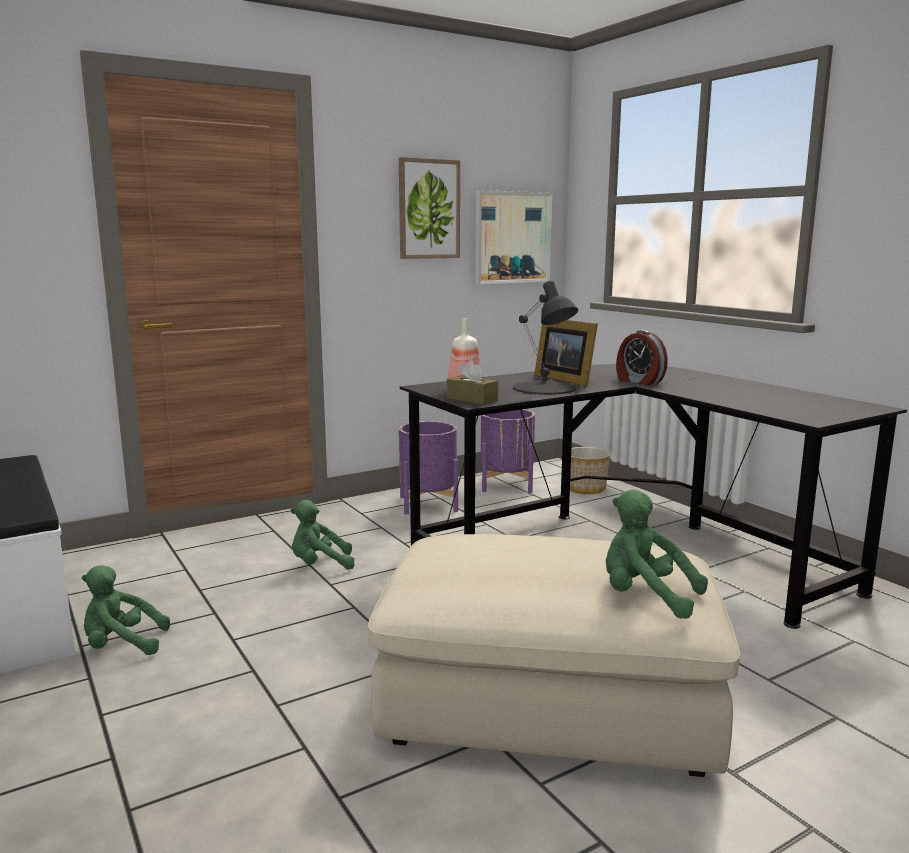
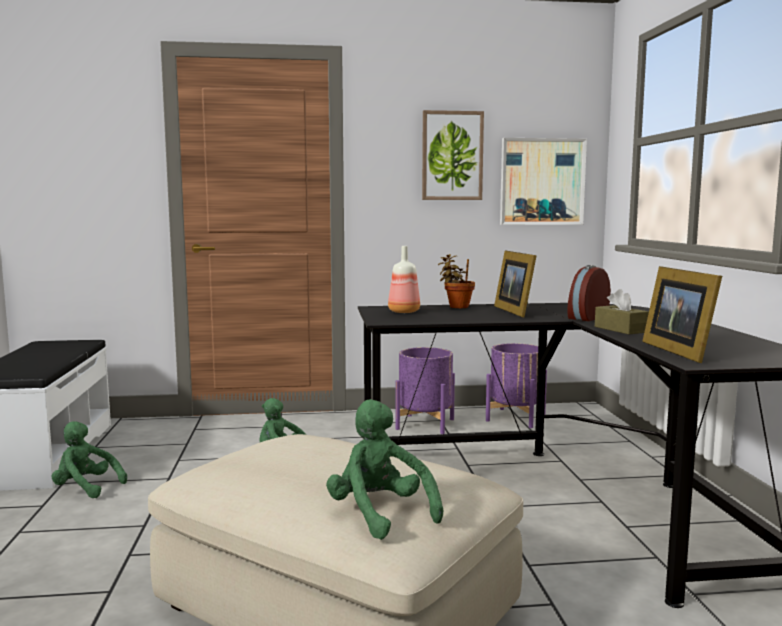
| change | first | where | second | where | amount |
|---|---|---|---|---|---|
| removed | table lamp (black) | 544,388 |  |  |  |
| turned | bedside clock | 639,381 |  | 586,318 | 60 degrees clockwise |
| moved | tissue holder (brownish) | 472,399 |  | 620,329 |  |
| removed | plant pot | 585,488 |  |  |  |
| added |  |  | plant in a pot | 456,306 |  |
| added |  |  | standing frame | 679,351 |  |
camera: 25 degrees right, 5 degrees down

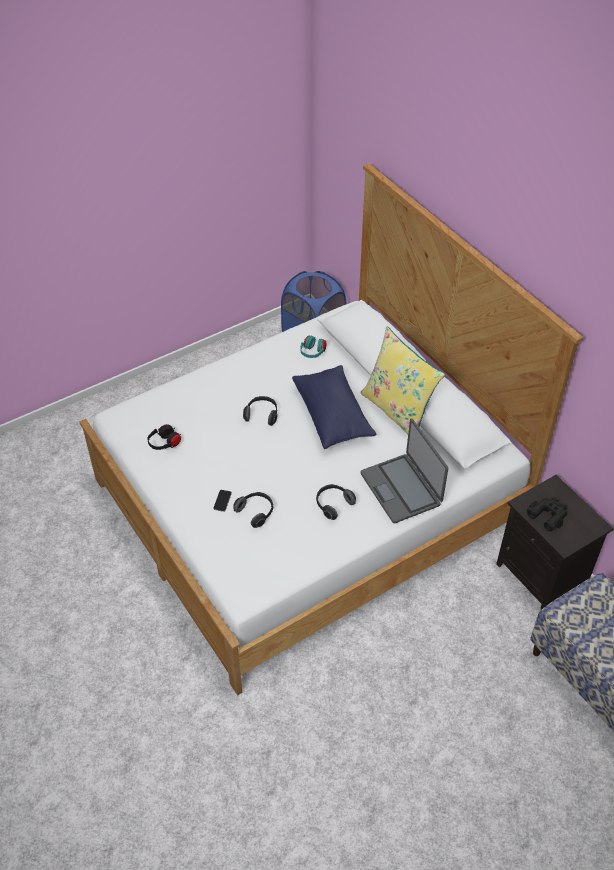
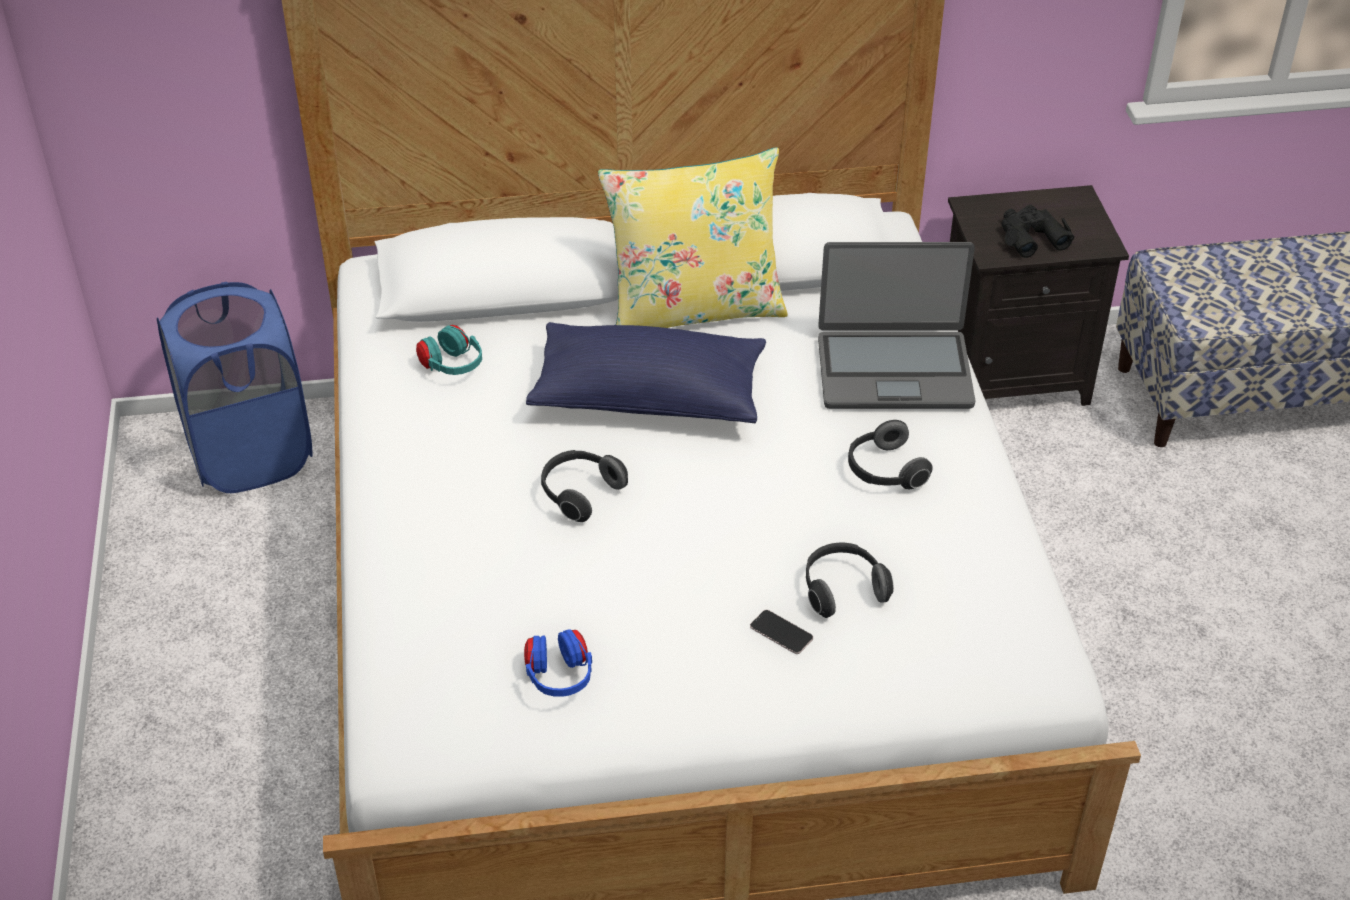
| change | first | where | second | where | amount |
|---|---|---|---|---|---|
| recoloured | headset (black) | 164,444 | headset (bluish) | 559,678 |  |
camera: 65 degrees left, 5 degrees down

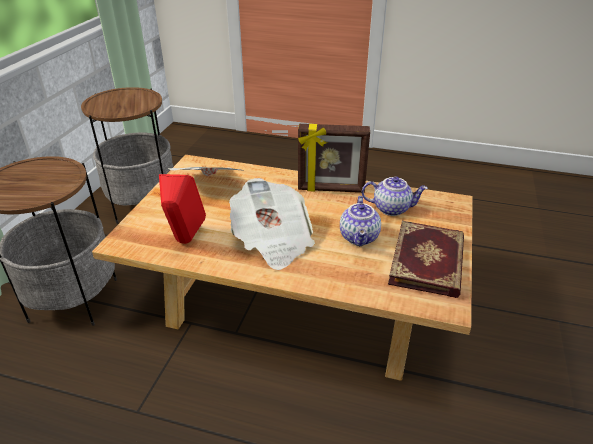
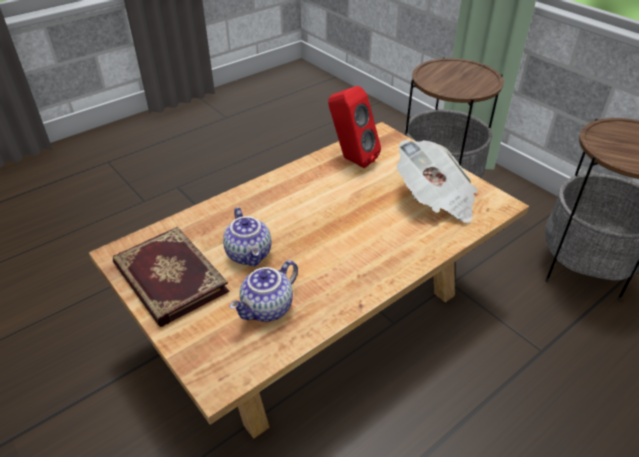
| change | first | where | second | where | amount |
|---|---|---|---|---|---|
| removed | standing frame | 331,189 |  |  |  |
| removed | printed paper | 272,241 |  |  |  |
| turned | teapot | 360,237 |  | 250,254 | 150 degrees counterclockwise |
camera: 125 degrees right, 5 degrees up

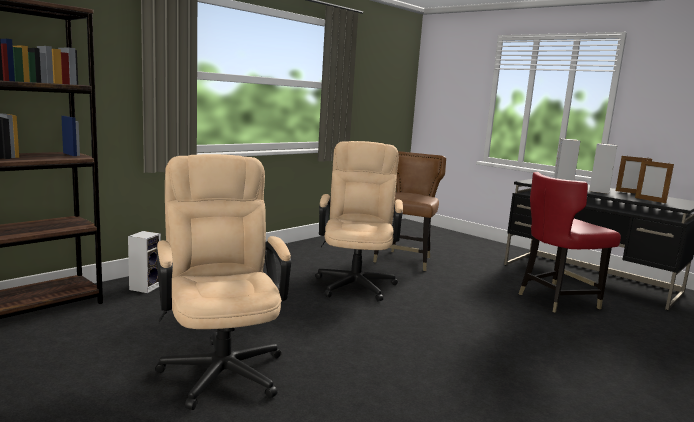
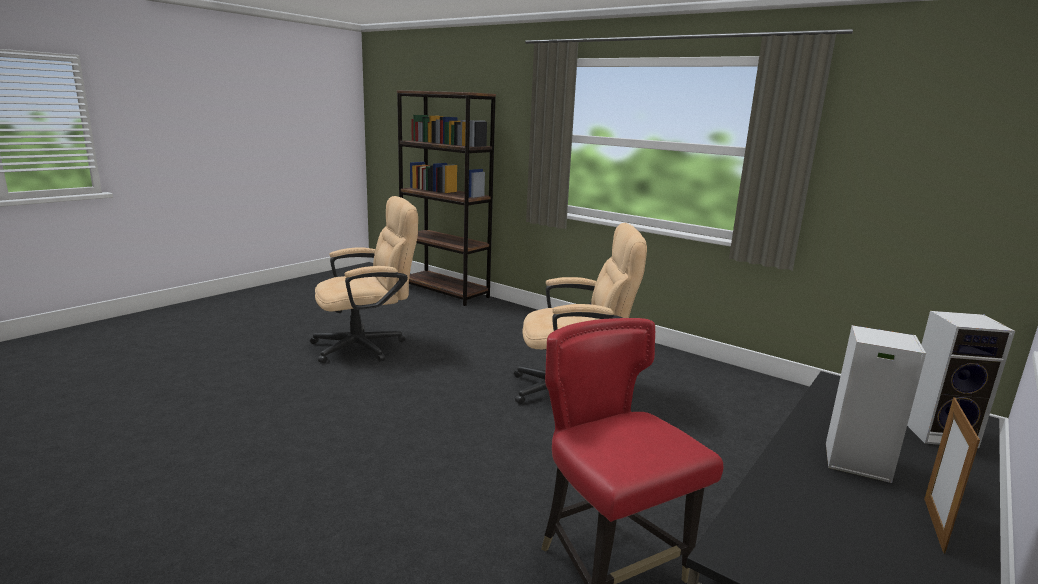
| change | first | where | second | where | amount |
|---|---|---|---|---|---|
| removed | plain chair (brownish) | 405,260 |  |  |  |
| removed | standing frame | 650,200 |  |  |  |
| removed | audio speaker | 145,287 |  |  |  |
camera: 85 degrees right, 5 degrees up

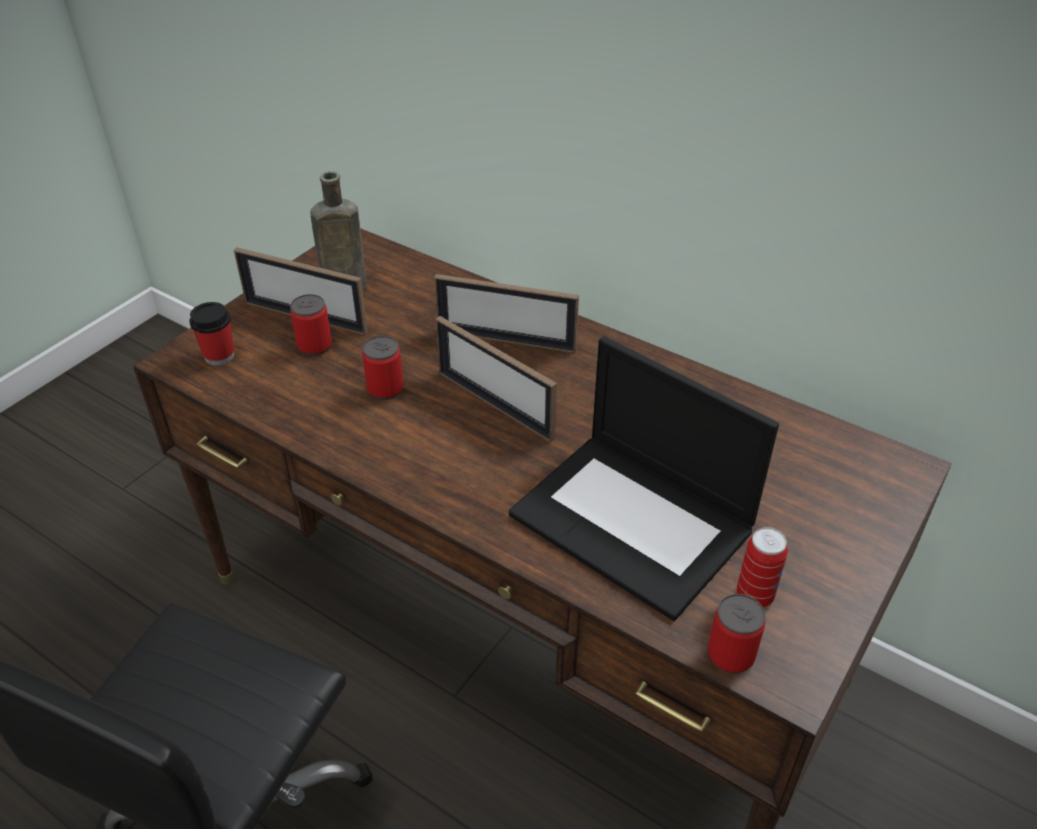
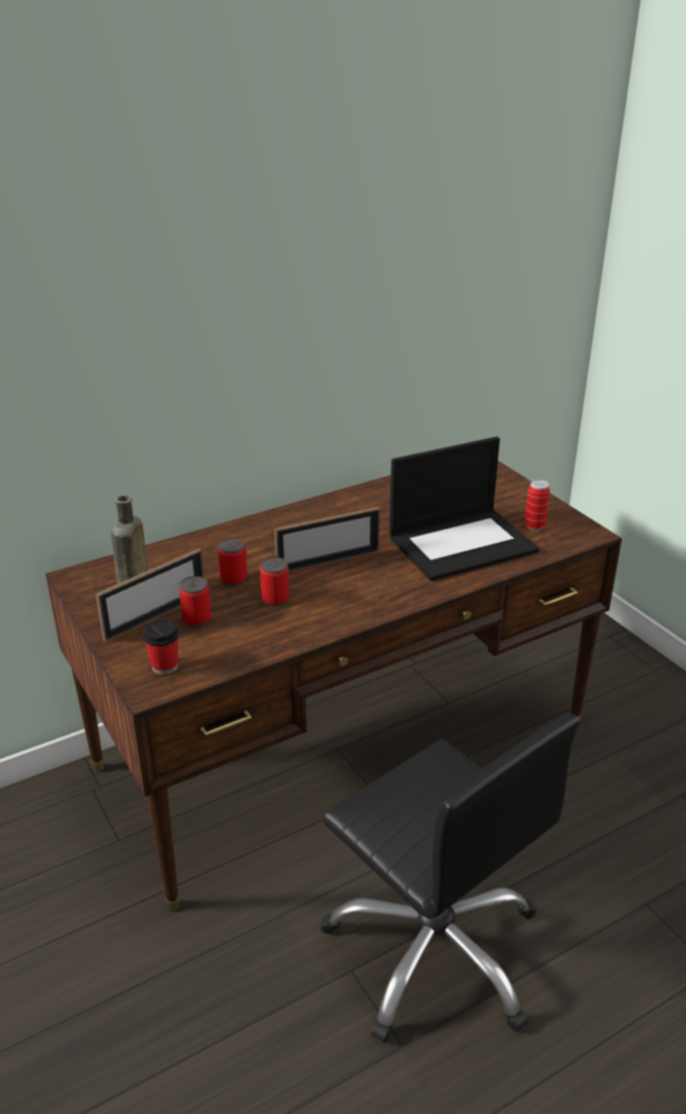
| change | first | where | second | where | amount |
|---|---|---|---|---|---|
| removed | standing frame | 506,340 |  |  |  |
| moved | sealed can | 730,655 |  | 234,579 |  |
camera: 65 degrees left, 10 degrees down

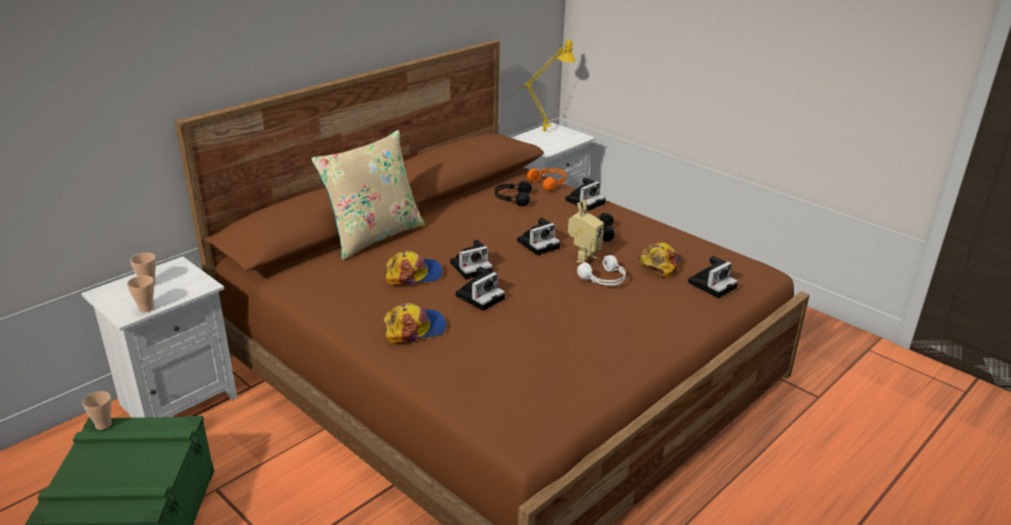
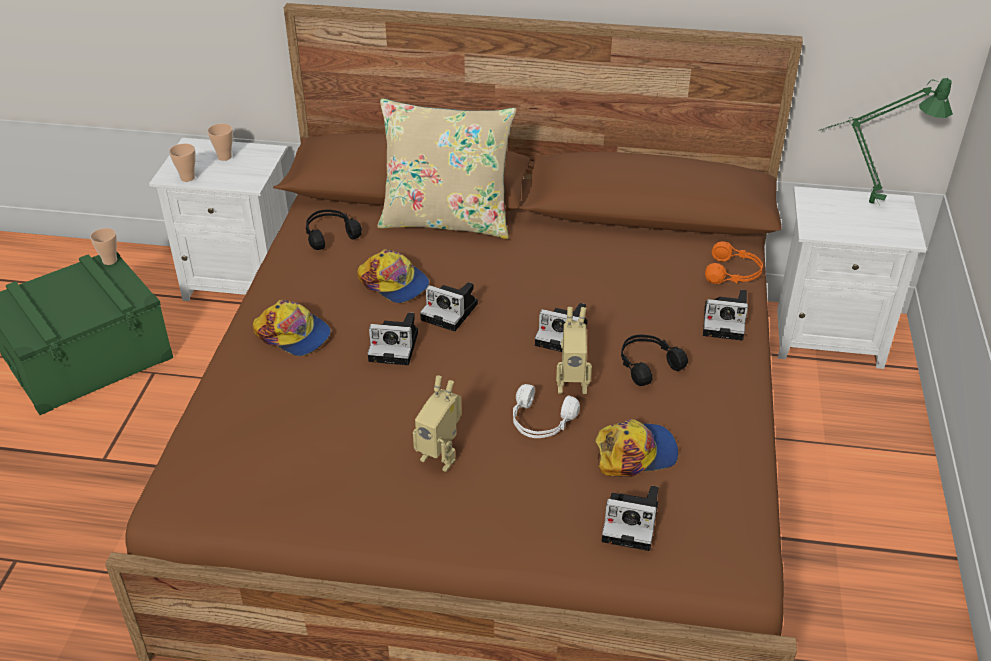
| change | first | where | second | where | amount |
|---|---|---|---|---|---|
| recoloured | table lamp (yellowish) | 540,133 | table lamp (green) | 863,202 |  |
| moved | headset (black) | 512,199 |  | 330,234 |  |
| added |  |  | robot figure | 441,456 |  |
camera: 55 degrees right, 10 degrees up

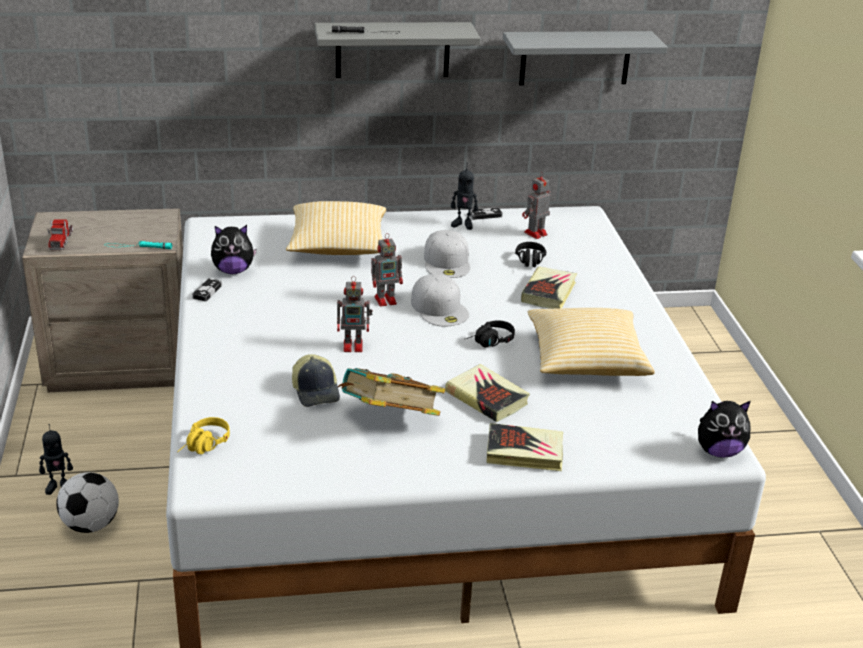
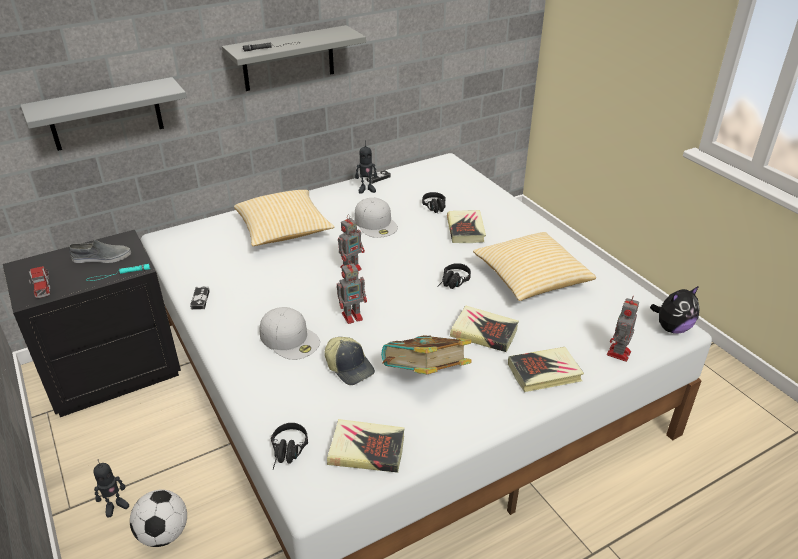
| change | first | where | second | where | amount |
|---|---|---|---|---|---|
| moved | wall shelf (greyish) | 575,58 |  | 105,114 |  |
| moved | robot figure | 534,234 |  | 618,354 |  |
| recoloured | night table (beige-coloured) | 120,363 | night table (black) | 113,371 |  |
| removed | plush toy | 233,271 |  |  |  |
| moved | baseball cap (white) | 440,308 |  | 290,339 |  |
| recoloured | headset (yellowish) | 204,446 | headset (black) | 288,453 |  |
| added |  |  | shoe (greyish) | 101,258 |  |
| added |  |  | bound book | 366,450 |  |
camera: 20 degrees left, 5 degrees up

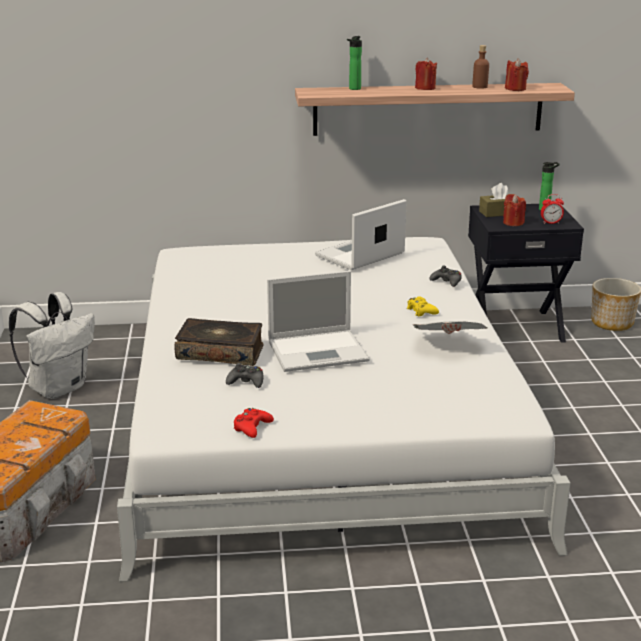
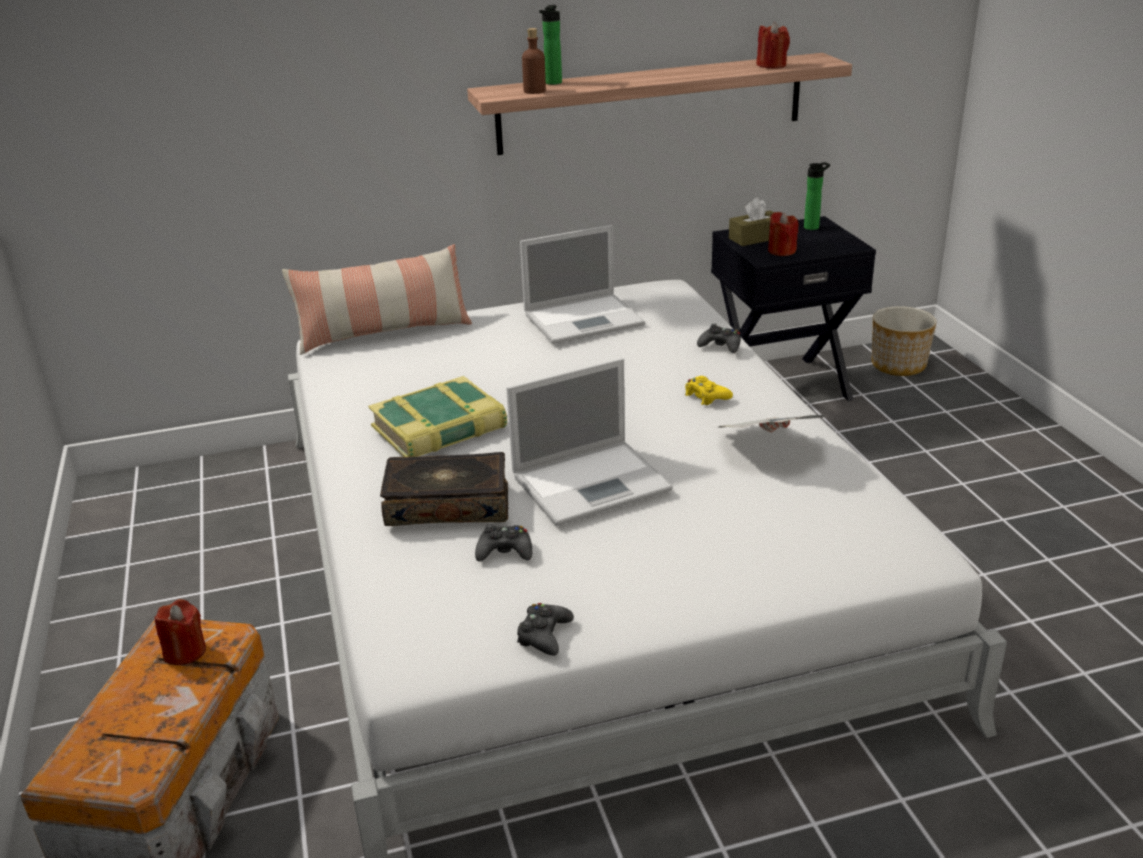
| change | first | where | second | where | amount |
|---|---|---|---|---|---|
| moved | drink bottle (brownish) | 480,87 |  | 534,91 |  |
| moved | wax light (red-coloured) | 425,88 |  | 185,652 |  |
| removed | bedside clock | 551,223 |  |  |  |
| turned | portable computer | 359,255 |  | 585,319 | 150 degrees counterclockwise |
| removed | rucksack (white) | 59,388 |  |  |  |
| recoloured | joypad (red-coloured) | 252,427 | joypad (black) | 544,635 |  |
| added |  |  | pillow | 383,332 |  |
| added |  |  | bound book | 439,429 |  |
camera: 10 degrees left, 5 degrees up

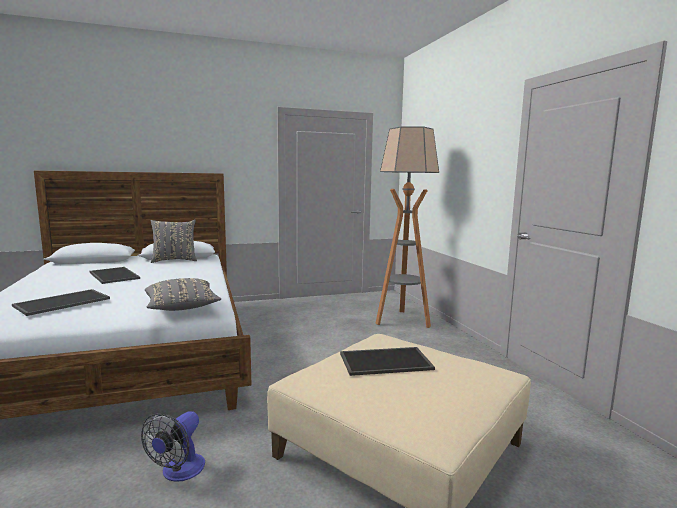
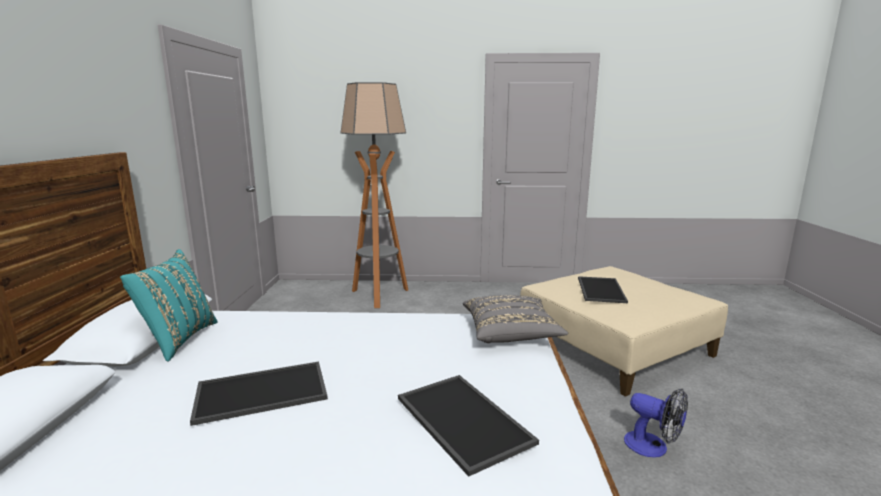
| change | first | where | second | where | amount |
|---|---|---|---|---|---|
| recoloured | pillow (greyish) | 174,260 | pillow (turquoise) | 178,340 |  |
camera: 70 degrees left, 5 degrees up

